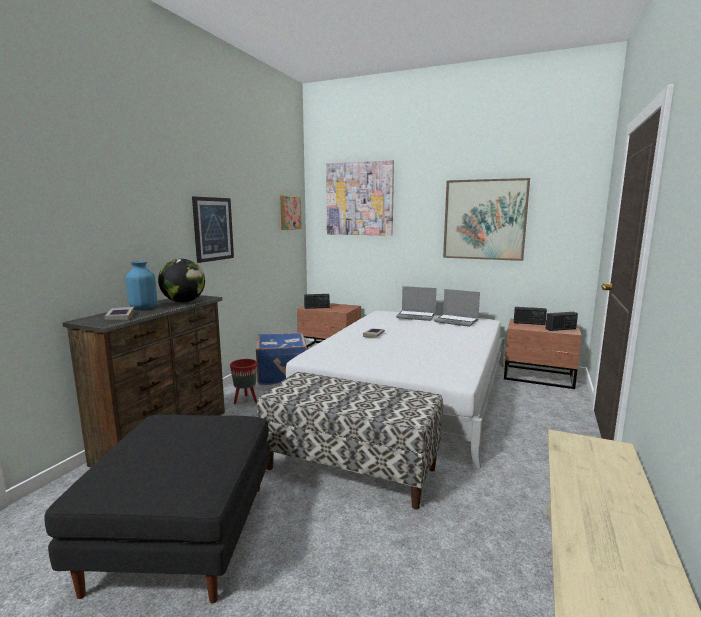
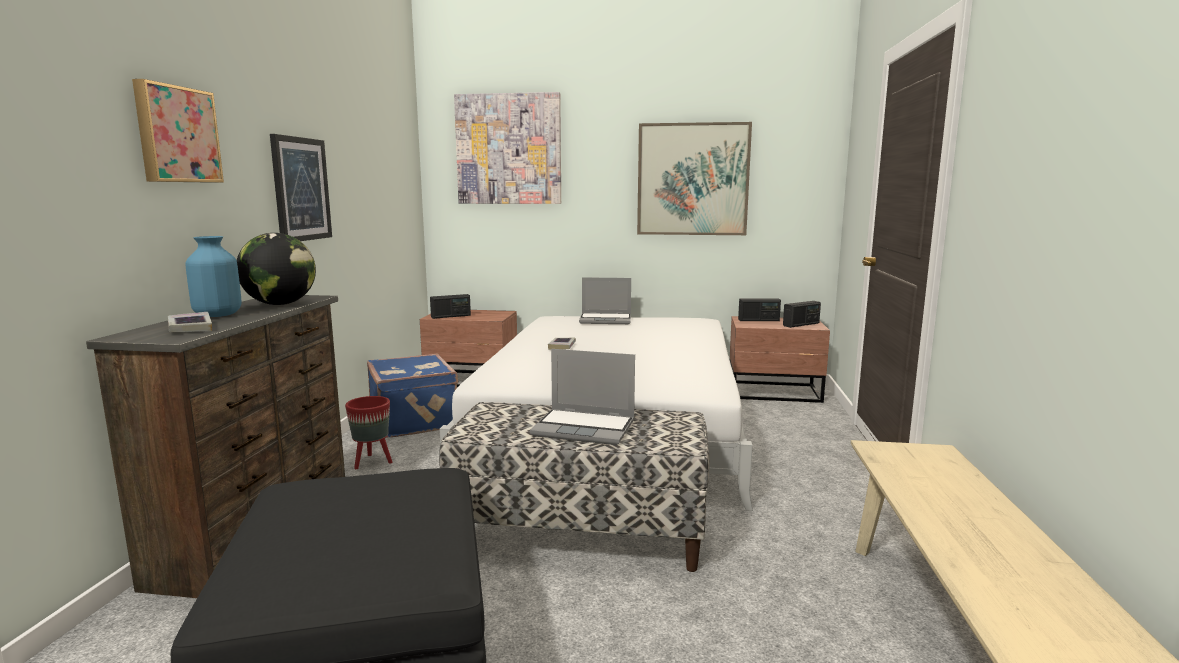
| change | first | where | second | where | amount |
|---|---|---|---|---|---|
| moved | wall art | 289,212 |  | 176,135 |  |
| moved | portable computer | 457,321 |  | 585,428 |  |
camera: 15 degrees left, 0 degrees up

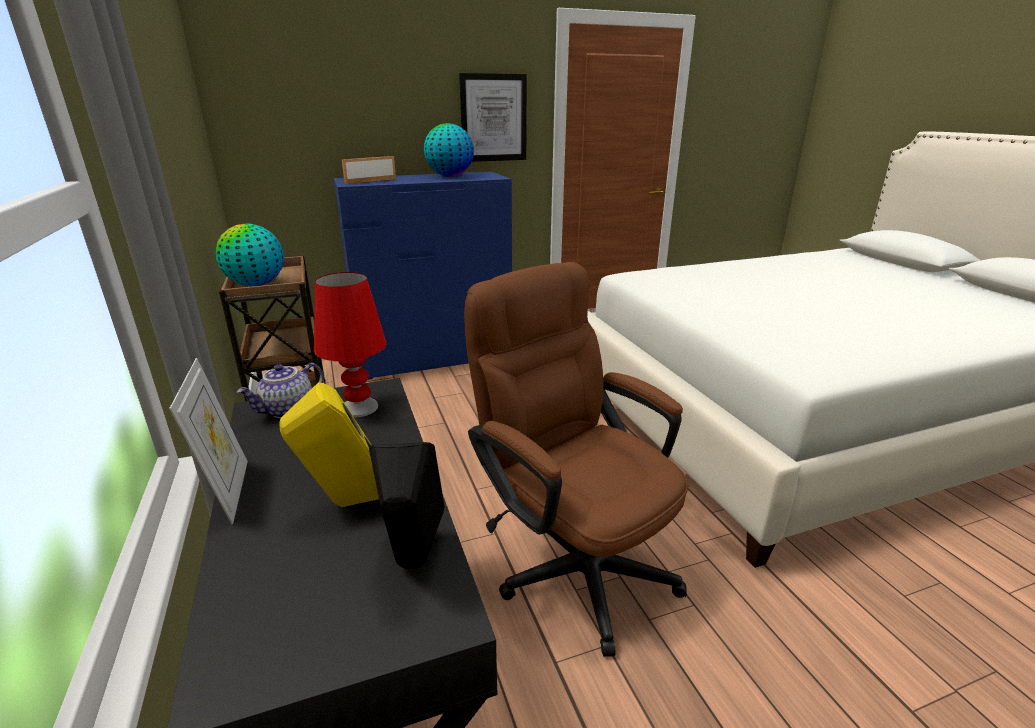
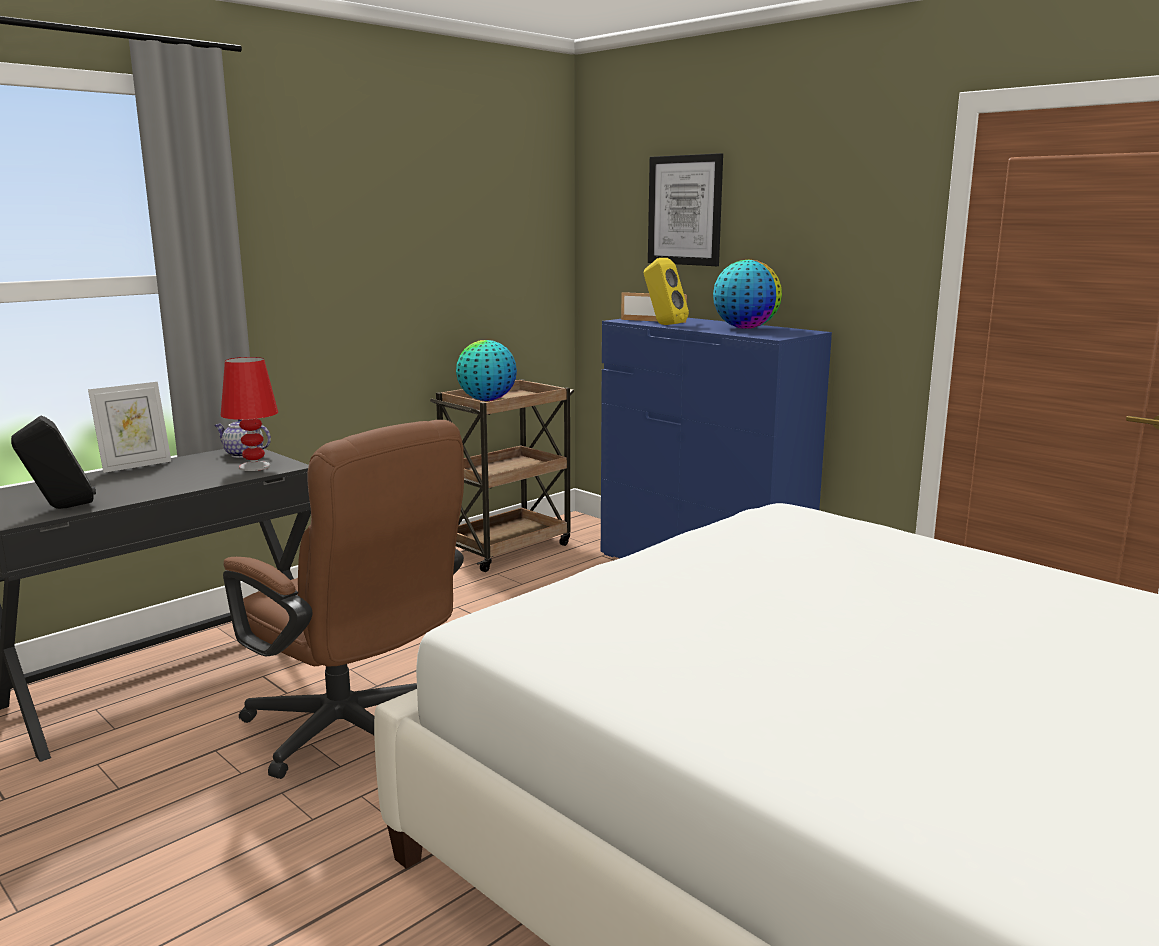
| change | first | where | second | where | amount |
|---|---|---|---|---|---|
| moved | wall art | 493,118 |  | 685,210 |  |
| turned | computer chair (brownish) | 573,560 |  | 354,734 | 105 degrees clockwise |
| moved | audio speaker (yellowish) | 347,504 |  | 663,324 |  |
camera: 65 degrees right, 10 degrees down

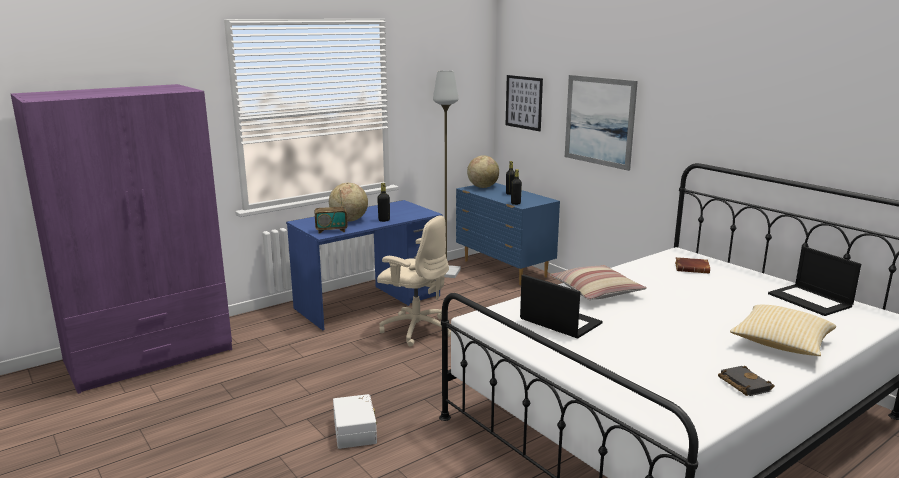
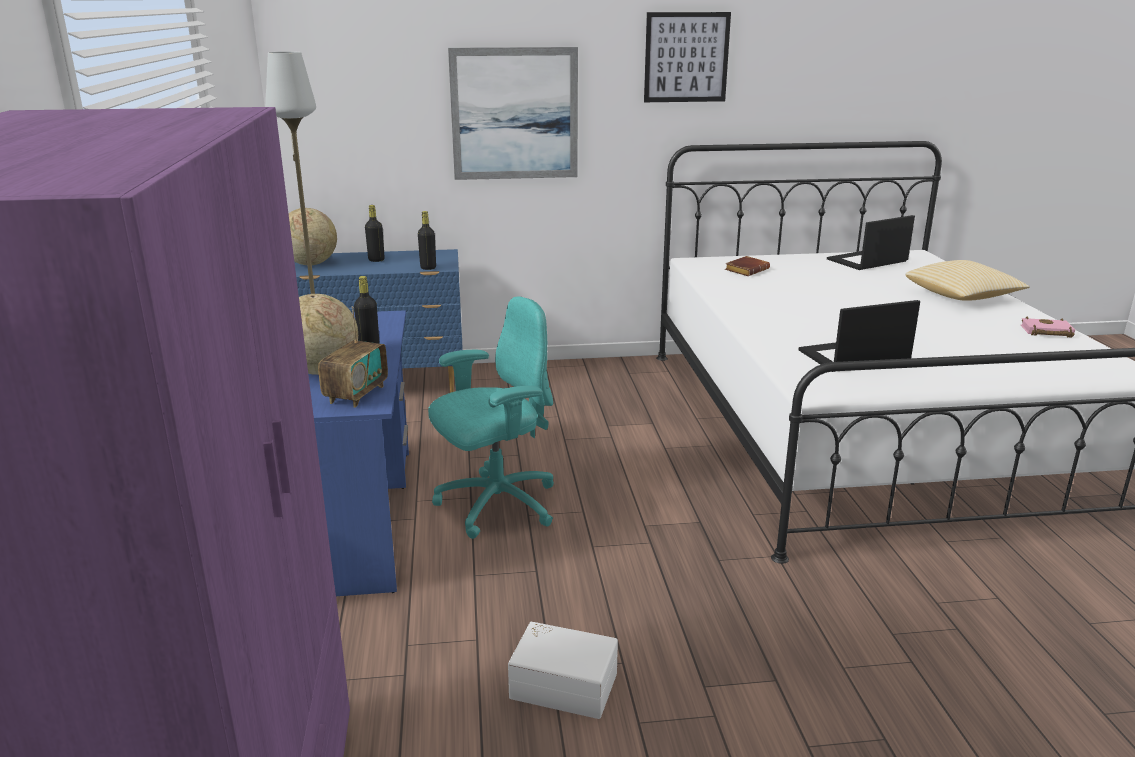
| change | first | where | second | where | amount |
|---|---|---|---|---|---|
| moved | wall art | 524,102 |  | 686,57 |  |
| recoloured | computer chair (beige-coloured) | 416,329 | computer chair (turquoise) | 496,505 |  |
| turned | portable computer | 811,300 |  | 867,261 | 150 degrees clockwise |
| removed | pillow | 596,291 |  |  |  |
| recoloured | bound book (black) | 742,384 | bound book (pink) | 1045,332 |  |
| moved | storage box (white) | 356,430 |  | 564,683 |  |
camera: 60 degrees left, 5 degrees up

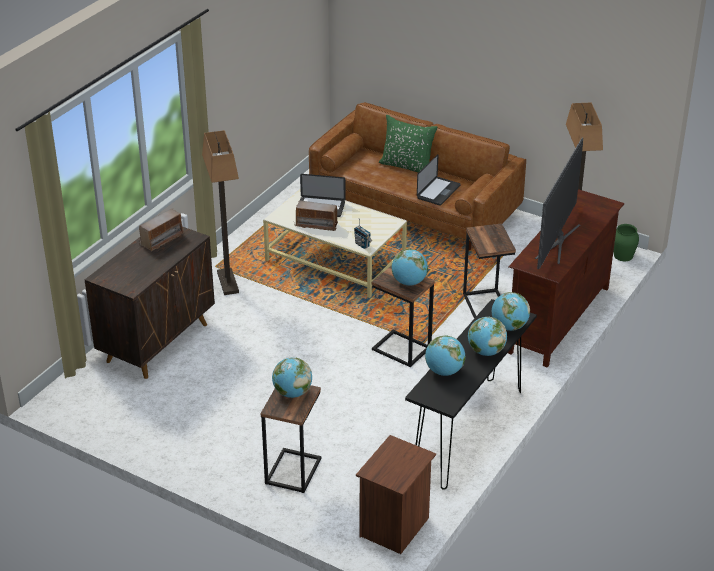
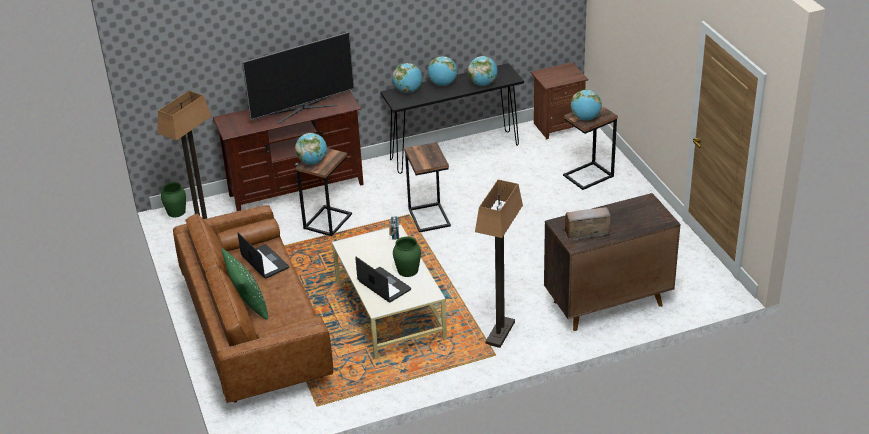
| change | first | where | second | where | amount |
|---|---|---|---|---|---|
| turned | portable computer | 438,192 |  | 265,262 | 75 degrees clockwise |
| replaced | radio | 317,225 | vase (green) | 407,270 |  |
| moved | world globe | 409,282 |  | 312,162 |  |
camera: 140 degrees left, 0 degrees up

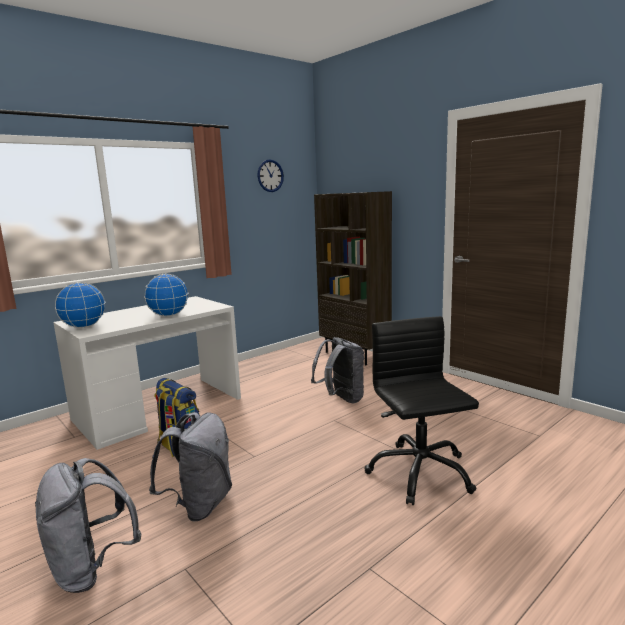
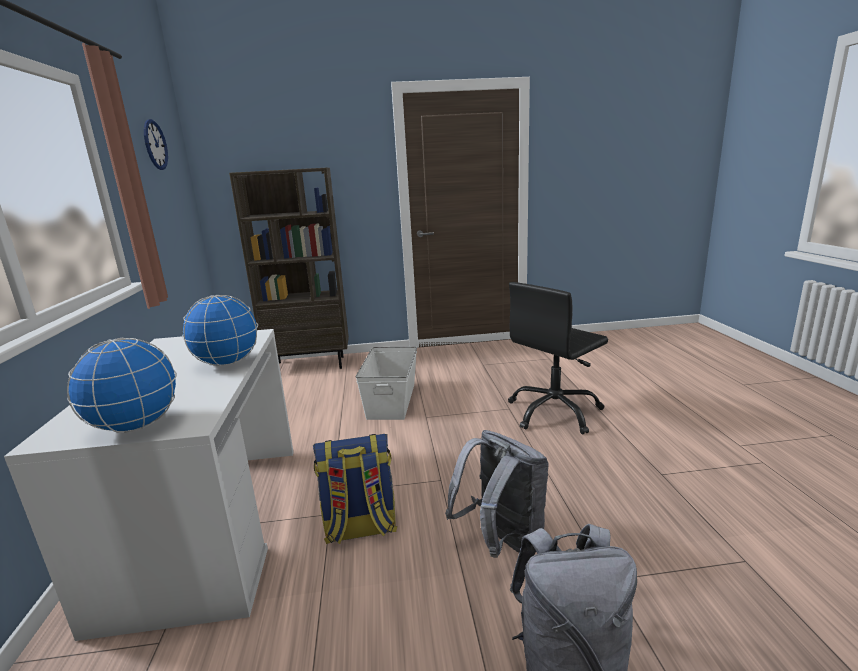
| change | first | where | second | where | amount |
|---|---|---|---|---|---|
| turned | computer chair (black) | 419,473 |  | 554,412 | 60 degrees counterclockwise |
| replaced | rucksack (greyish) | 341,399 | storage box (white) | 391,401 |  |
camera: 55 degrees left, 5 degrees up

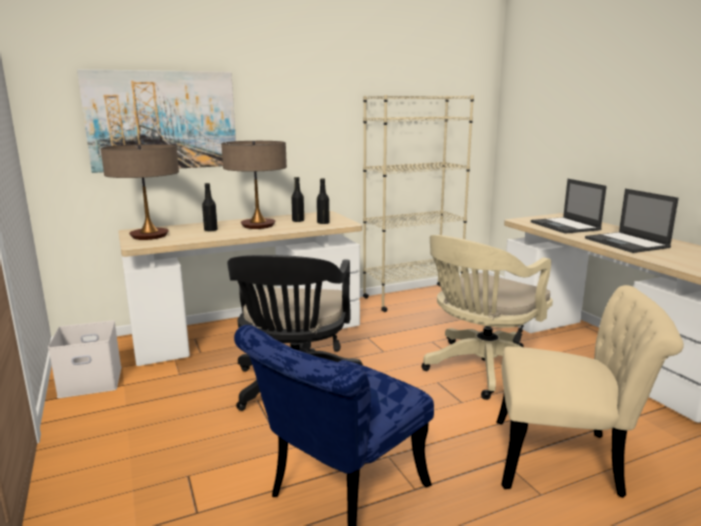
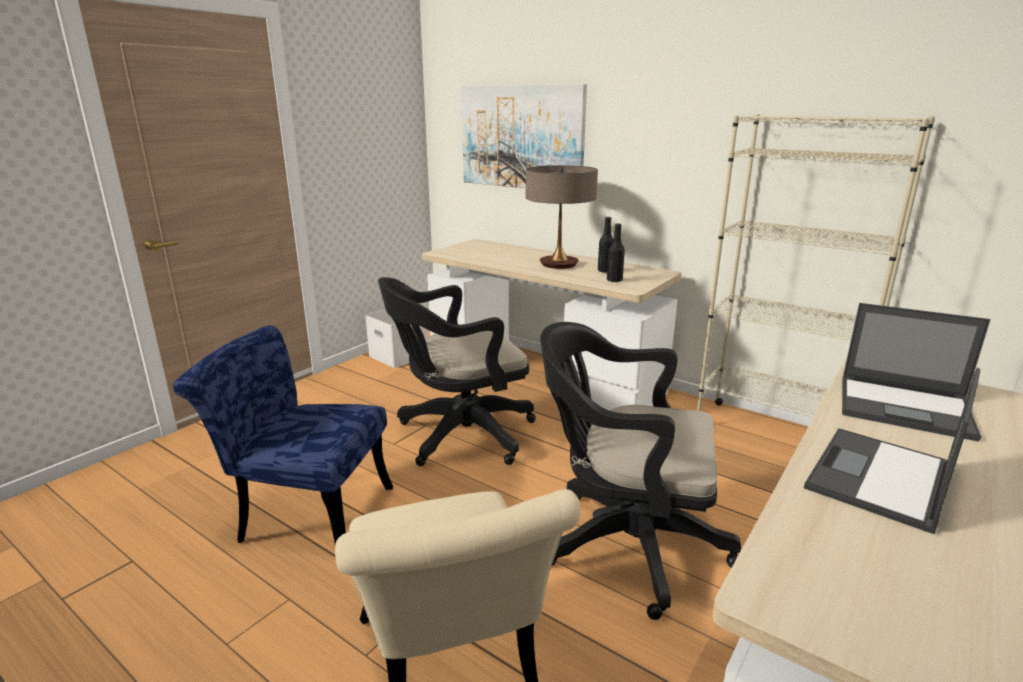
| change | first | where | second | where | amount |
|---|---|---|---|---|---|
| removed | table lamp | 149,236 |  |  |  |
| turned | portable computer | 565,226 |  | 906,408 | 105 degrees counterclockwise |
| removed | drink bottle (black) | 211,230 |  |  |  |
| recoloured | computer chair (beige-coloured) | 481,370 | computer chair (black) | 624,543 |  |
camera: 60 degrees right, 5 degrees up

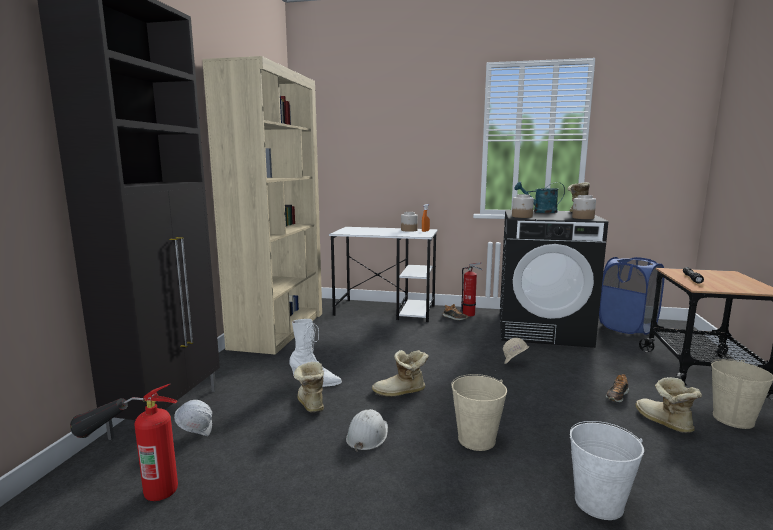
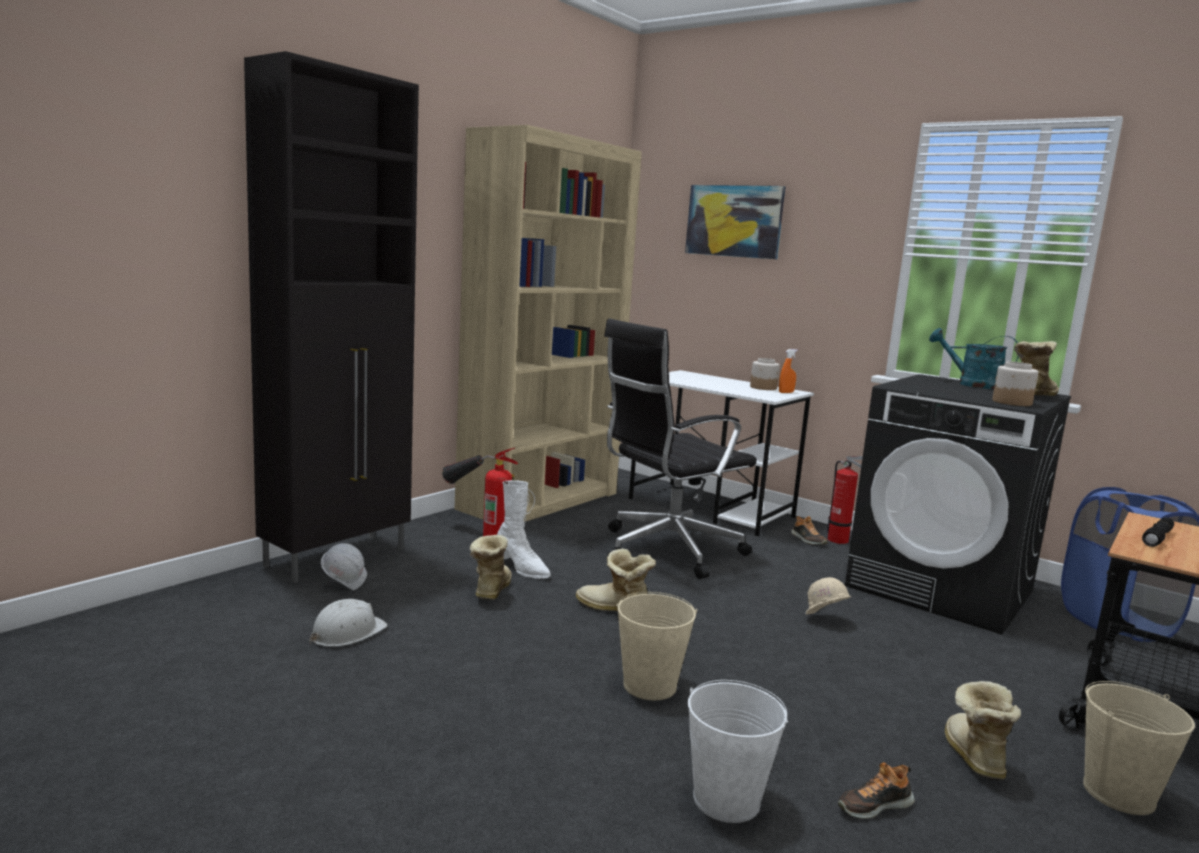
| change | first | where | second | where | amount |
|---|---|---|---|---|---|
| removed | storage jar | 522,216 |  |  |  |
| moved | shoe | 617,396 |  | 874,805 |  |
| moved | extinguisher | 134,487 |  | 478,533 |  |
| moved | safety helmet (white) | 367,435 |  | 347,633 |  |
| added |  |  | wall art | 734,221 |  |
| added |  |  | computer chair (black) | 666,550 |  |
camera: 25 degrees right, 0 degrees up

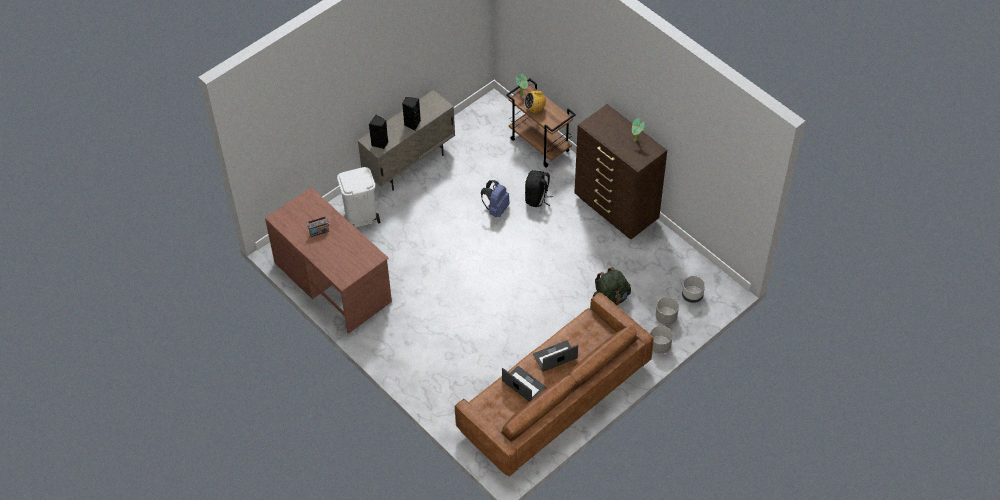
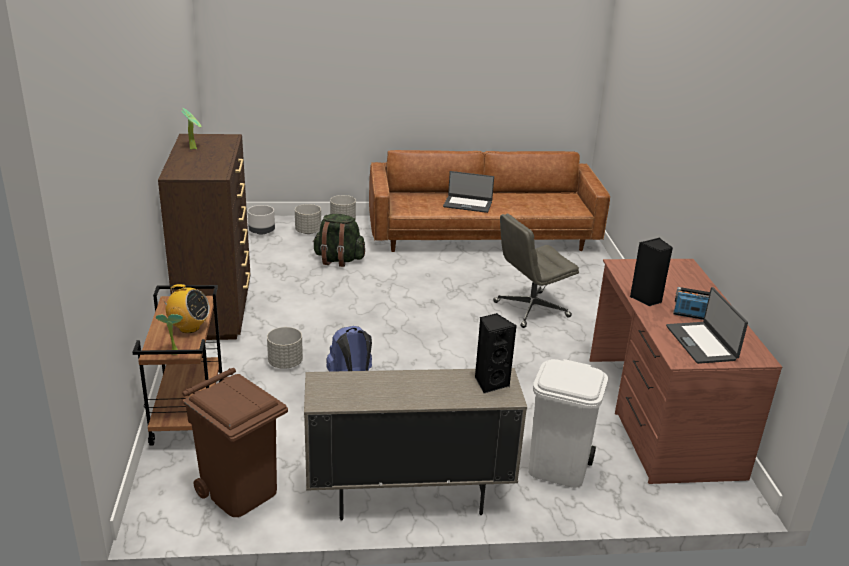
| change | first | where | second | where | amount |
|---|---|---|---|---|---|
| moved | audio speaker (black) | 412,124 |  | 646,299 |  |
| replaced | rucksack (black) | 537,198 | plant pot (greyish) | 285,363 |  |
| moved | portable computer | 523,385 |  | 702,343 |  |
| added |  |  | computer chair (greyish) | 530,310 |  |
| added |  |  | rubbish bin (brownish) | 240,491 |  |
camera: 145 degrees left, 25 degrees down

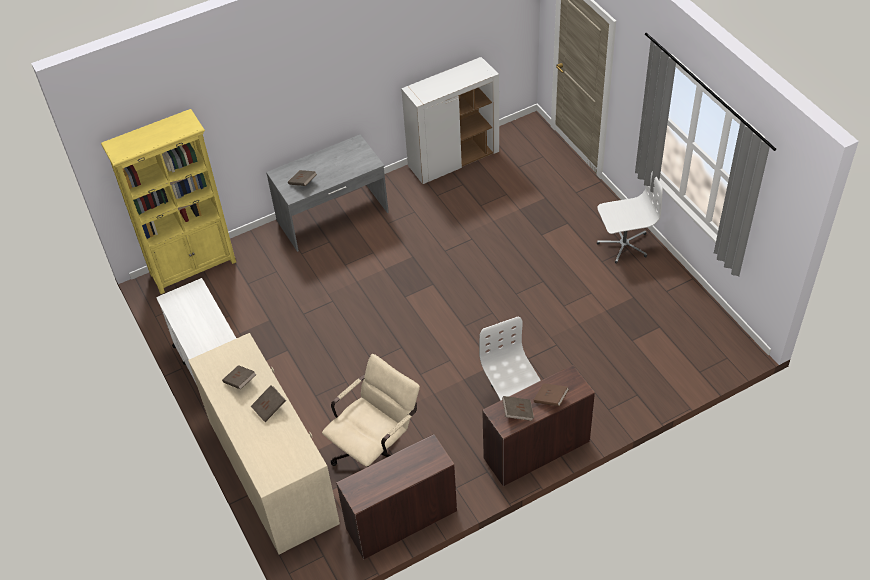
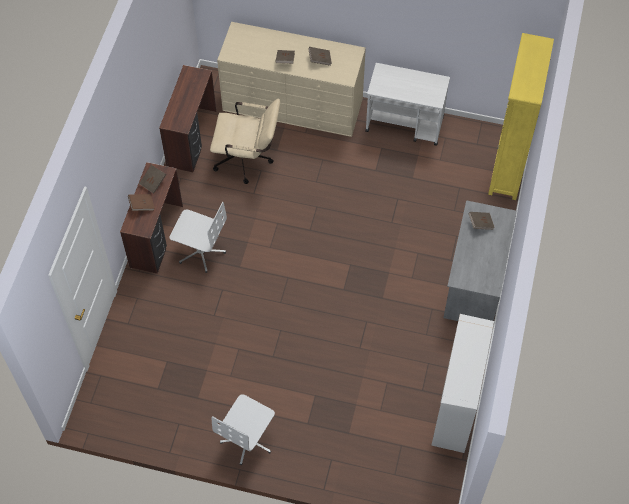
| change | first | where | second | where | amount |
|---|---|---|---|---|---|
| turned | computer chair (beige-coloured) | 377,451 |  | 248,160 | 75 degrees counterclockwise |
camera: 130 degrees right, 10 degrees up

